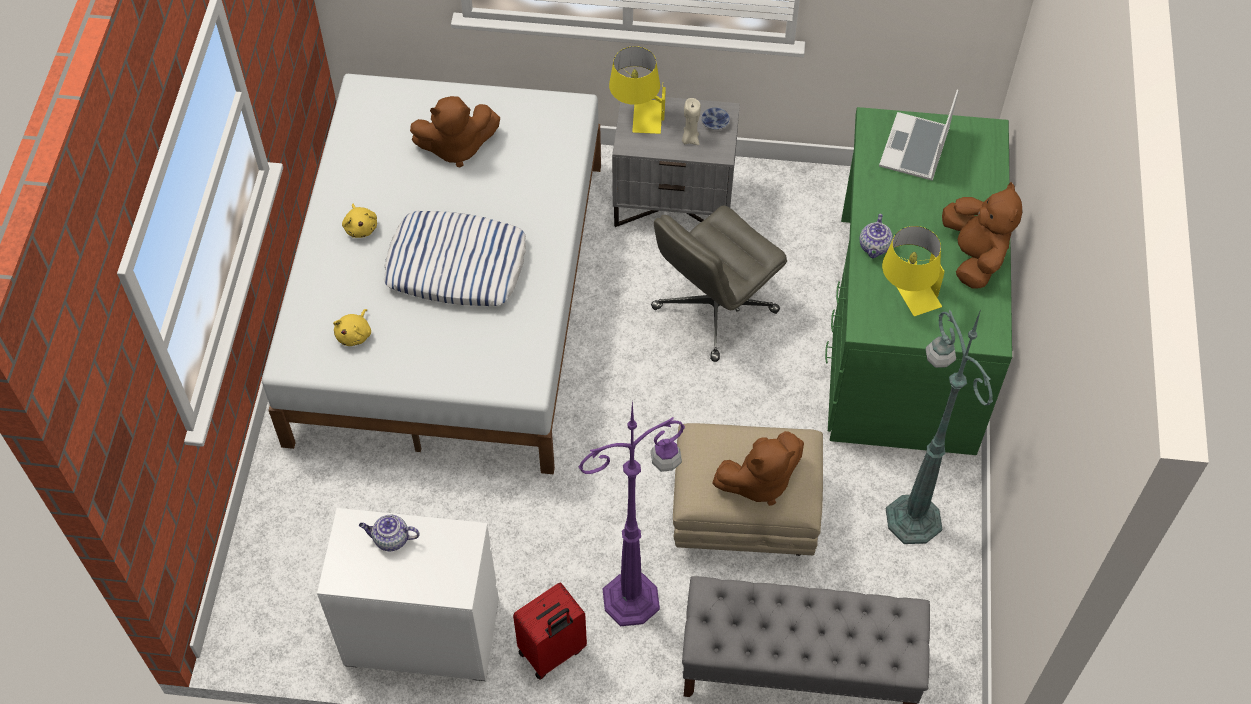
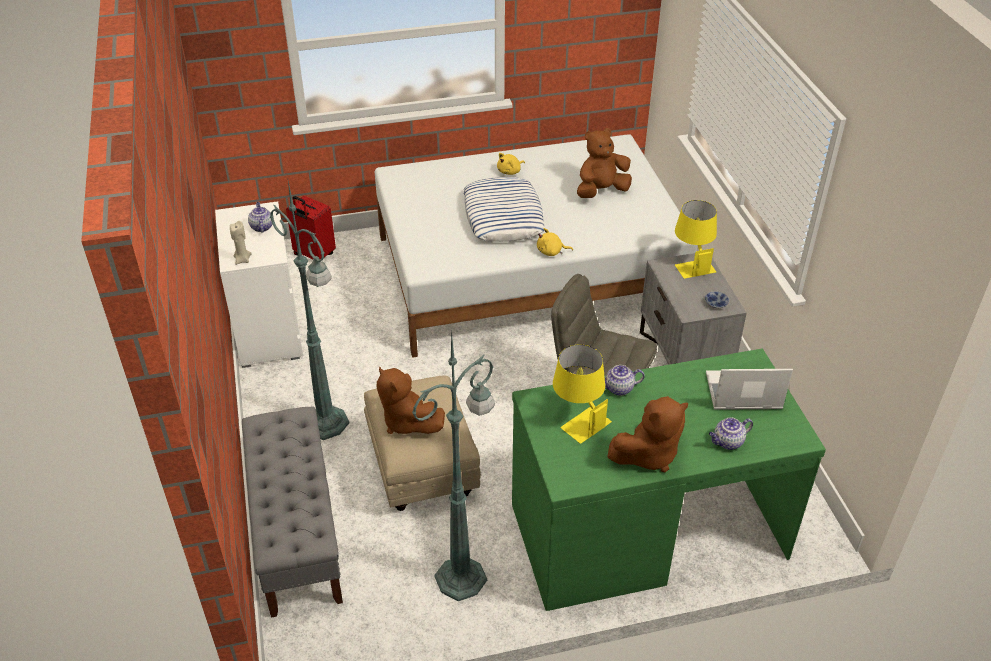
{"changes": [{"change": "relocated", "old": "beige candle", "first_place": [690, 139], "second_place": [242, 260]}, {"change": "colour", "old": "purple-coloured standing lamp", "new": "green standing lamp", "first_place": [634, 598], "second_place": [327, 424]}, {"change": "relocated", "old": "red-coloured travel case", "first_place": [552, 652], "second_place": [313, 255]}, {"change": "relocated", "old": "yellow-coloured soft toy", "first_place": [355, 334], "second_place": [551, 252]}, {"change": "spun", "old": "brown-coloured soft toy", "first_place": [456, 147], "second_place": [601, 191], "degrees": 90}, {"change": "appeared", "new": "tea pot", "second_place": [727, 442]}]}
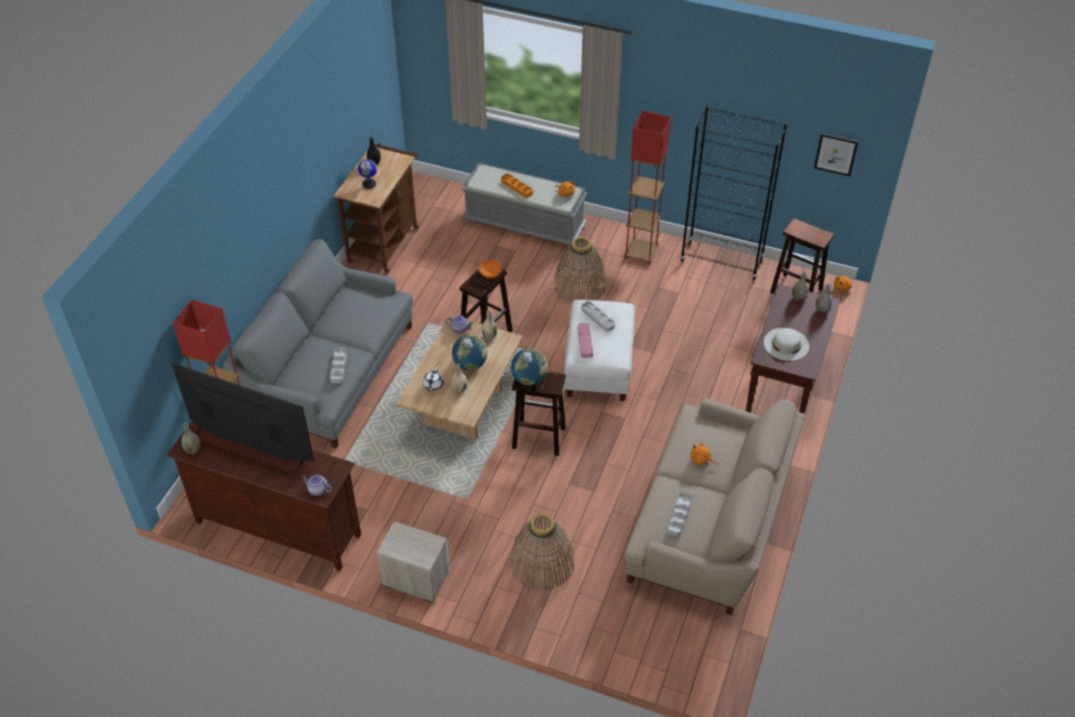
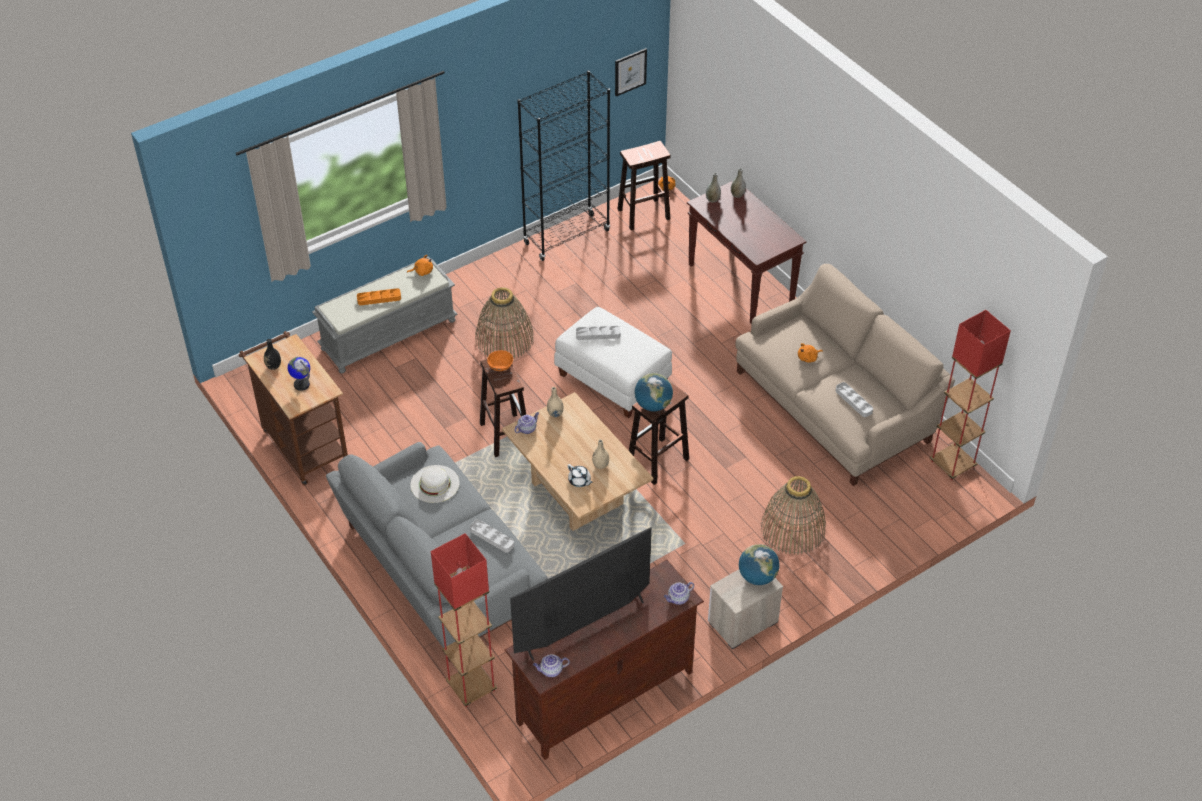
{"changes": [{"change": "relocated", "old": "white-coloured hat", "first_place": [786, 344], "second_place": [434, 484]}, {"change": "exchanged", "old": "gray flower vase", "new": "tea pot", "first_place": [193, 450], "second_place": [551, 671]}, {"change": "relocated", "old": "globe", "first_place": [470, 364], "second_place": [757, 577]}, {"change": "relocated", "old": "red-coloured standing lamp", "first_place": [641, 253], "second_place": [952, 464]}, {"change": "missing", "old": "pinkish serving tray", "first_place": [585, 342]}]}
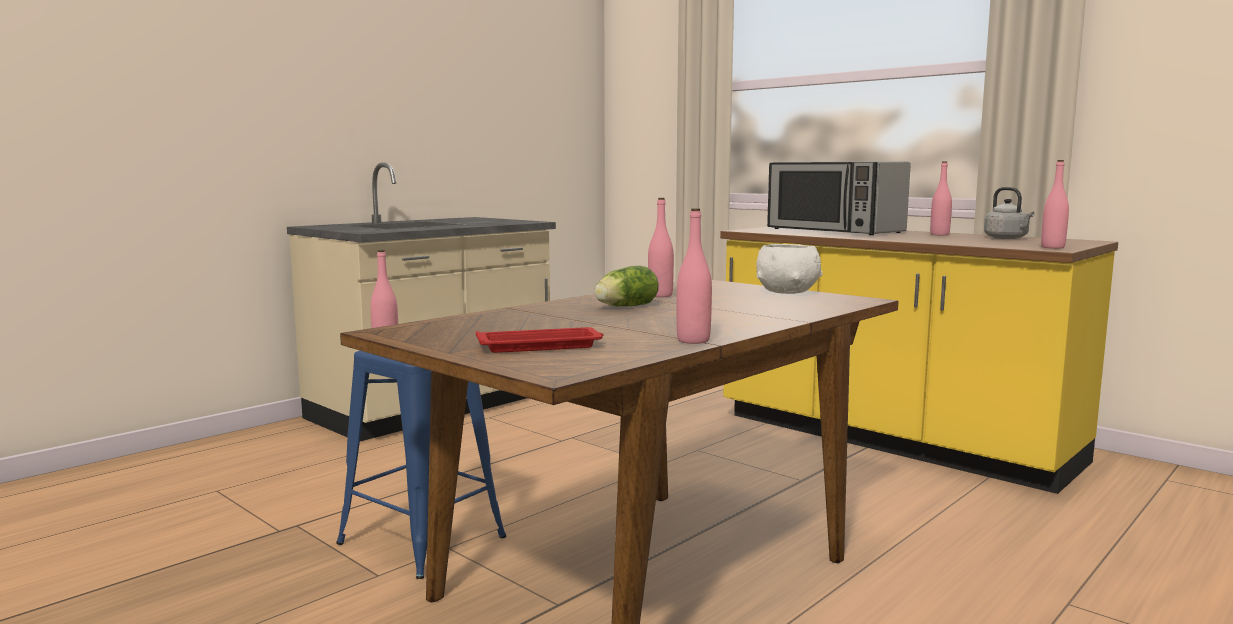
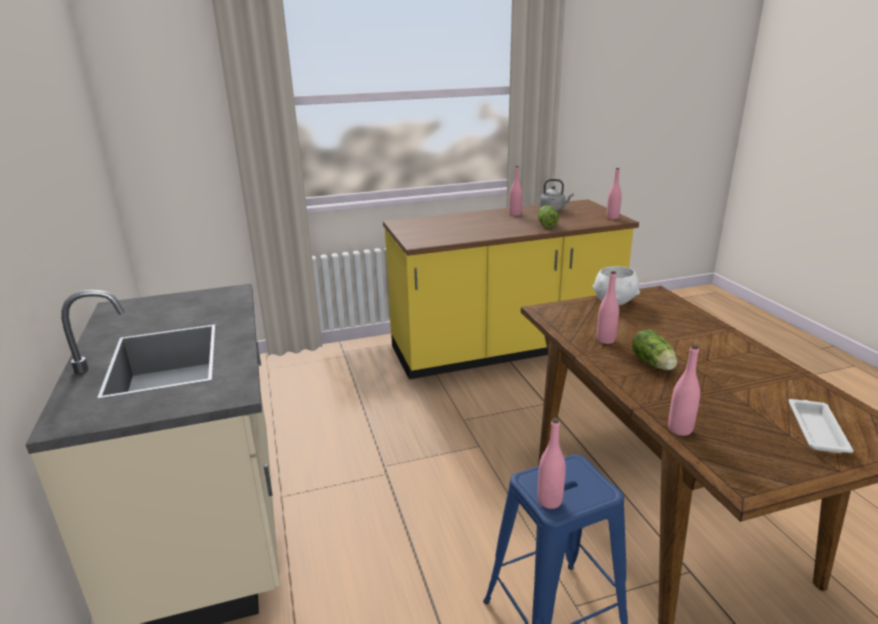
{"changes": [{"change": "appeared", "new": "lettuce head", "second_place": [546, 224]}, {"change": "relocated", "old": "pinkish beverage bottle", "first_place": [693, 340], "second_place": [680, 429]}, {"change": "colour", "old": "red-coloured serving tray", "new": "white-coloured serving tray", "first_place": [541, 346], "second_place": [816, 429]}, {"change": "missing", "old": "kitchen microwave", "first_place": [834, 230]}]}
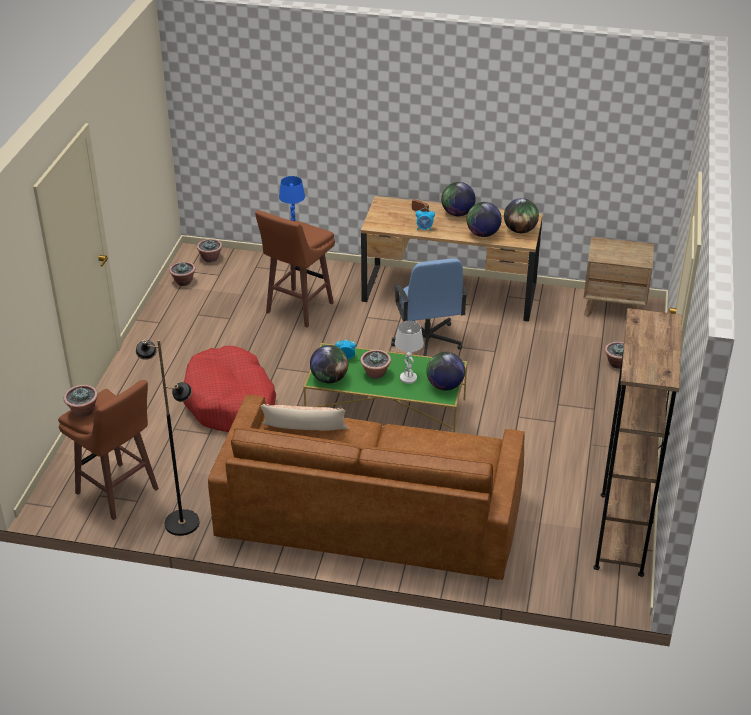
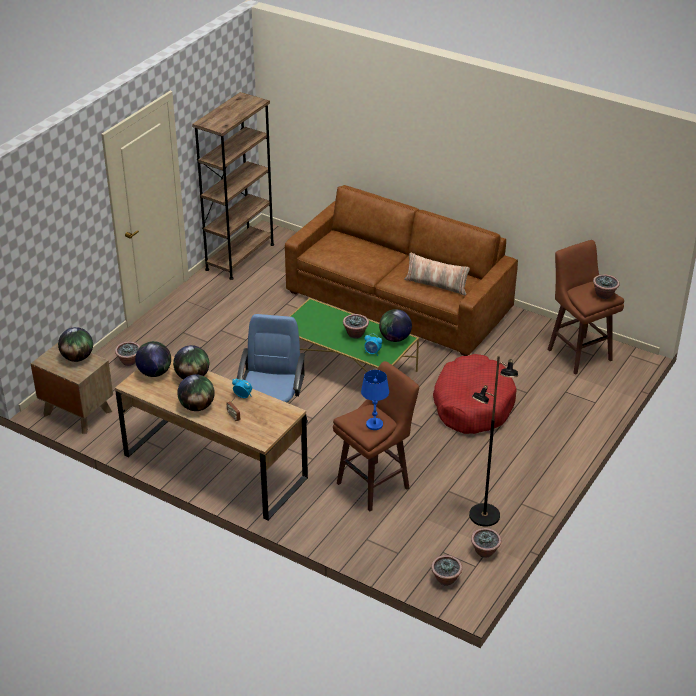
{"changes": [{"change": "relocated", "old": "globe", "first_place": [445, 386], "second_place": [77, 358]}, {"change": "relocated", "old": "black standing lamp", "first_place": [182, 522], "second_place": [484, 516]}, {"change": "missing", "old": "white-coloured tabletop lamp", "first_place": [408, 378]}]}
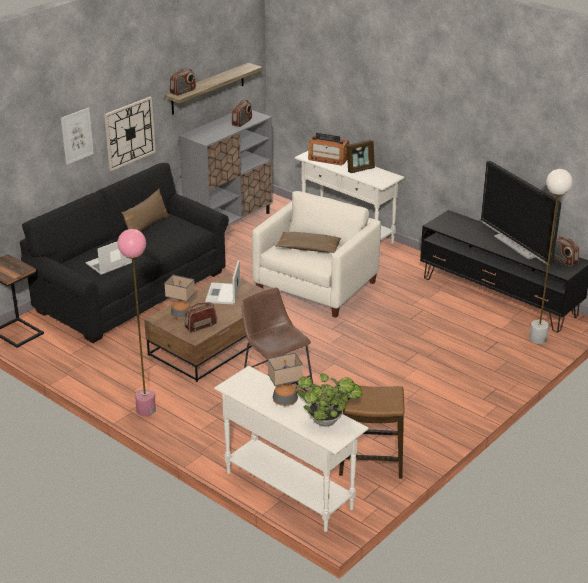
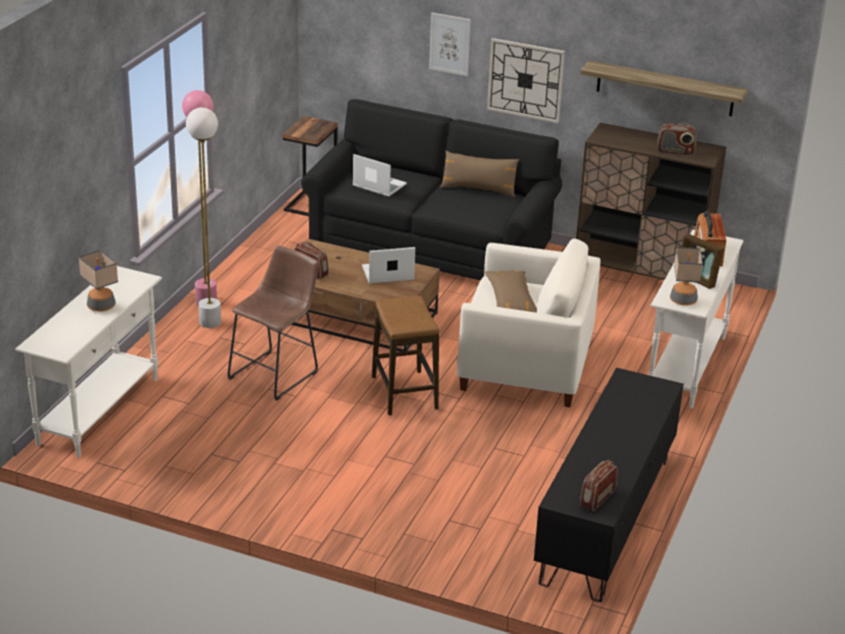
{"changes": [{"change": "relocated", "old": "white-coloured standing lamp", "first_place": [537, 339], "second_place": [210, 322]}, {"change": "relocated", "old": "stool seat", "first_place": [370, 462], "second_place": [404, 393]}, {"change": "colour", "old": "gray storage cabinet", "new": "brown-coloured storage cabinet", "first_place": [229, 223], "second_place": [640, 276]}, {"change": "relocated", "old": "tabletop lamp", "first_place": [181, 314], "second_place": [683, 300]}, {"change": "missing", "old": "radio set", "first_place": [183, 91]}, {"change": "missing", "old": "houseplant", "first_place": [328, 421]}, {"change": "missing", "old": "TV", "first_place": [517, 245]}]}
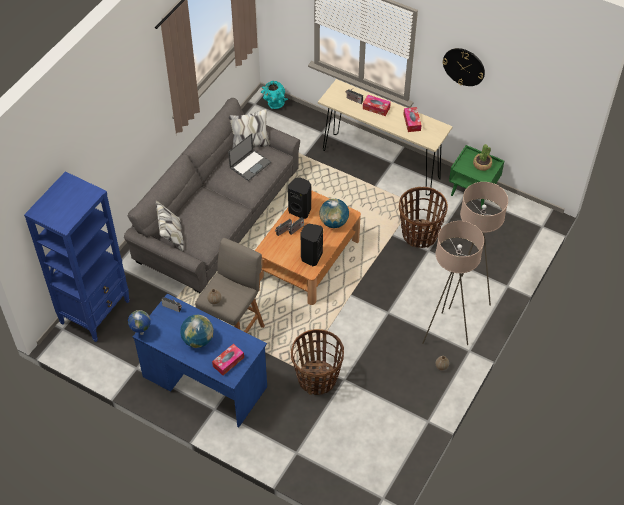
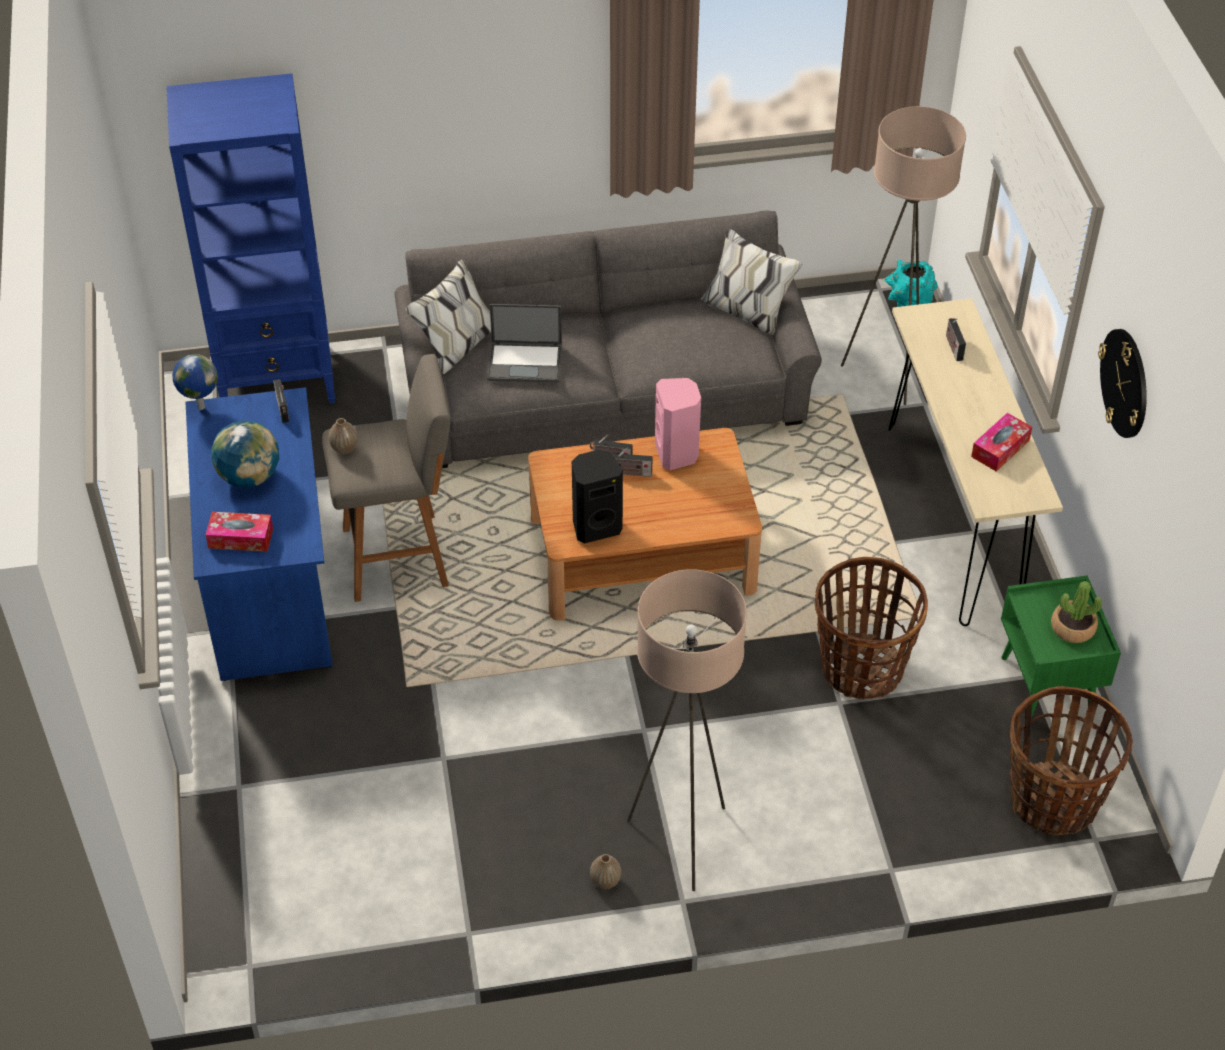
{"changes": [{"change": "relocated", "old": "portable computer", "first_place": [250, 165], "second_place": [526, 362]}, {"change": "colour", "old": "black loudspeaker", "new": "pinkish loudspeaker", "first_place": [300, 210], "second_place": [677, 453]}, {"change": "relocated", "old": "beige standing lamp", "first_place": [467, 296], "second_place": [889, 372]}, {"change": "relocated", "old": "basket", "first_place": [317, 379], "second_place": [1053, 801]}, {"change": "missing", "old": "globe", "first_place": [334, 222]}, {"change": "missing", "old": "tissue box", "first_place": [376, 108]}]}
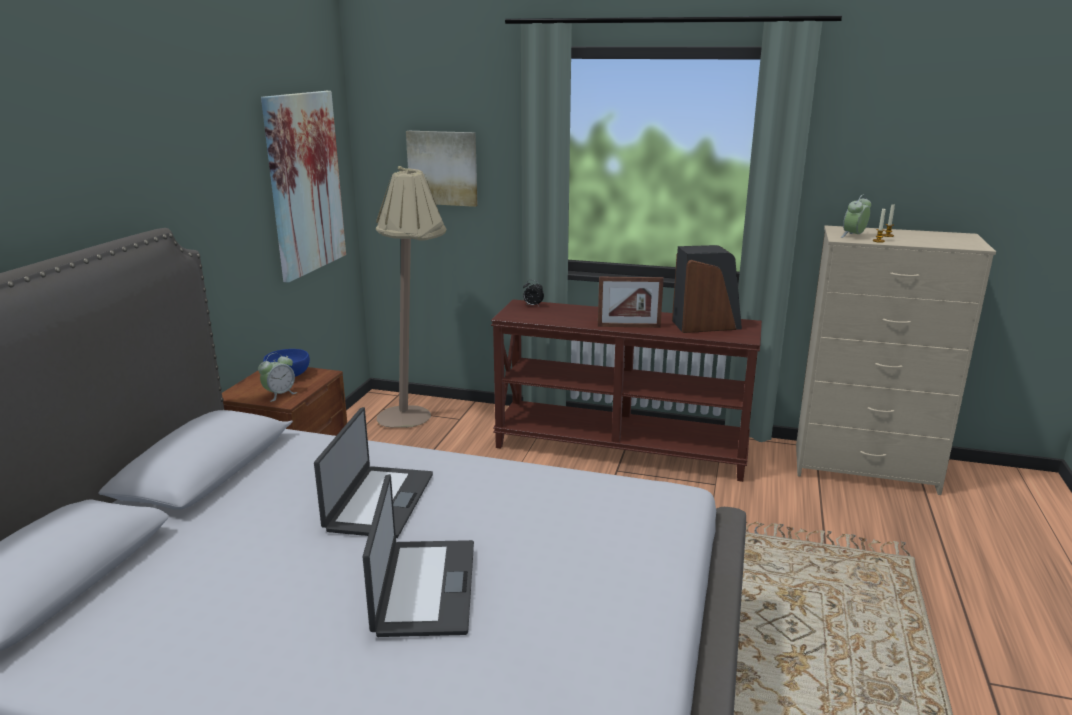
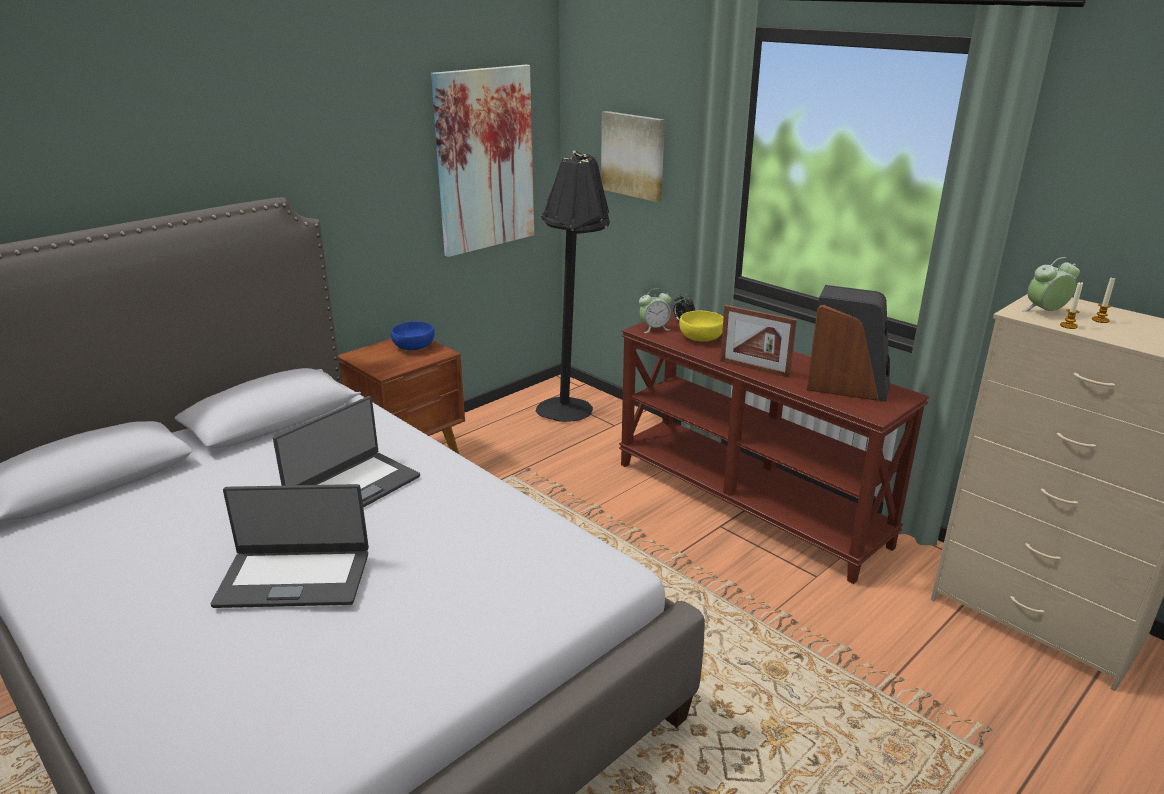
{"changes": [{"change": "spun", "old": "portable computer", "first_place": [423, 587], "second_place": [294, 577], "degrees": 60}, {"change": "colour", "old": "beige standing lamp", "new": "black standing lamp", "first_place": [414, 420], "second_place": [571, 415]}, {"change": "relocated", "old": "table clock", "first_place": [279, 395], "second_place": [654, 328]}, {"change": "appeared", "new": "yellow-coloured bowl", "second_place": [700, 337]}]}
